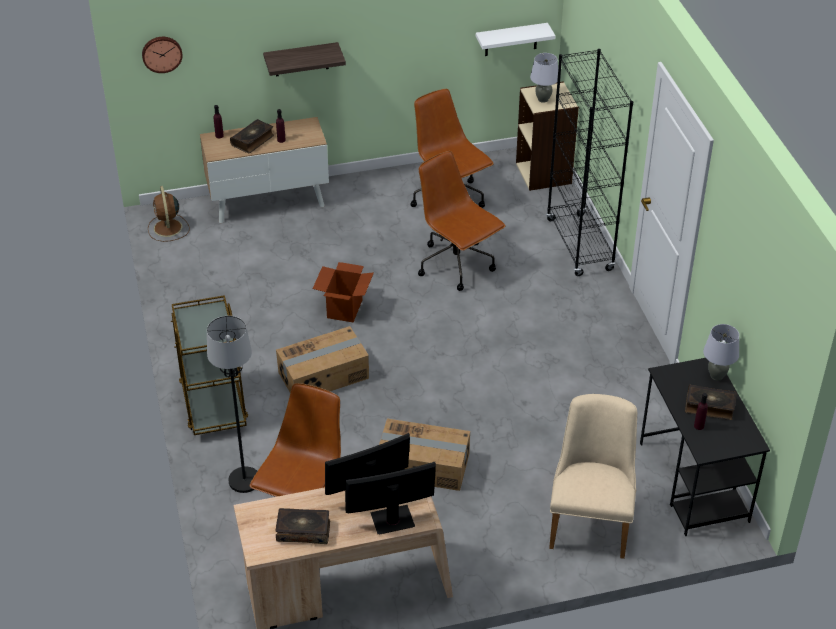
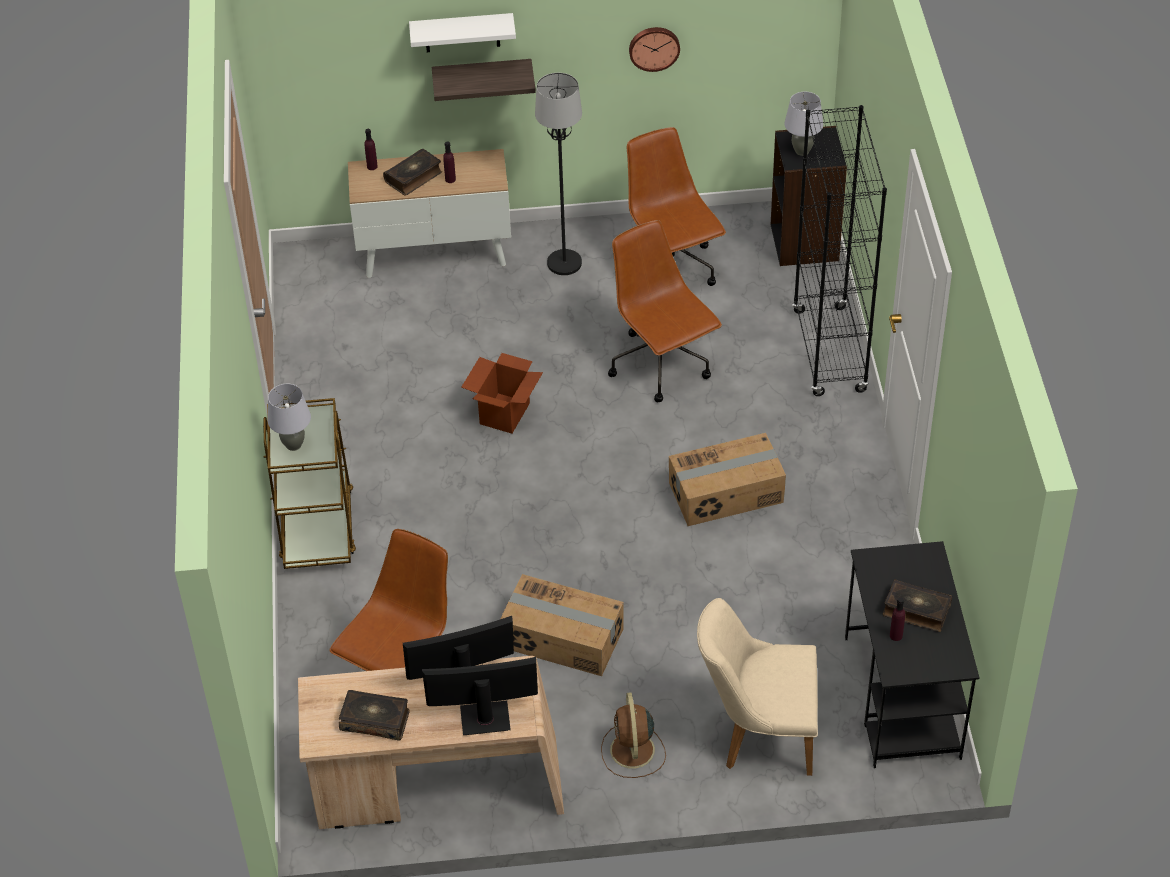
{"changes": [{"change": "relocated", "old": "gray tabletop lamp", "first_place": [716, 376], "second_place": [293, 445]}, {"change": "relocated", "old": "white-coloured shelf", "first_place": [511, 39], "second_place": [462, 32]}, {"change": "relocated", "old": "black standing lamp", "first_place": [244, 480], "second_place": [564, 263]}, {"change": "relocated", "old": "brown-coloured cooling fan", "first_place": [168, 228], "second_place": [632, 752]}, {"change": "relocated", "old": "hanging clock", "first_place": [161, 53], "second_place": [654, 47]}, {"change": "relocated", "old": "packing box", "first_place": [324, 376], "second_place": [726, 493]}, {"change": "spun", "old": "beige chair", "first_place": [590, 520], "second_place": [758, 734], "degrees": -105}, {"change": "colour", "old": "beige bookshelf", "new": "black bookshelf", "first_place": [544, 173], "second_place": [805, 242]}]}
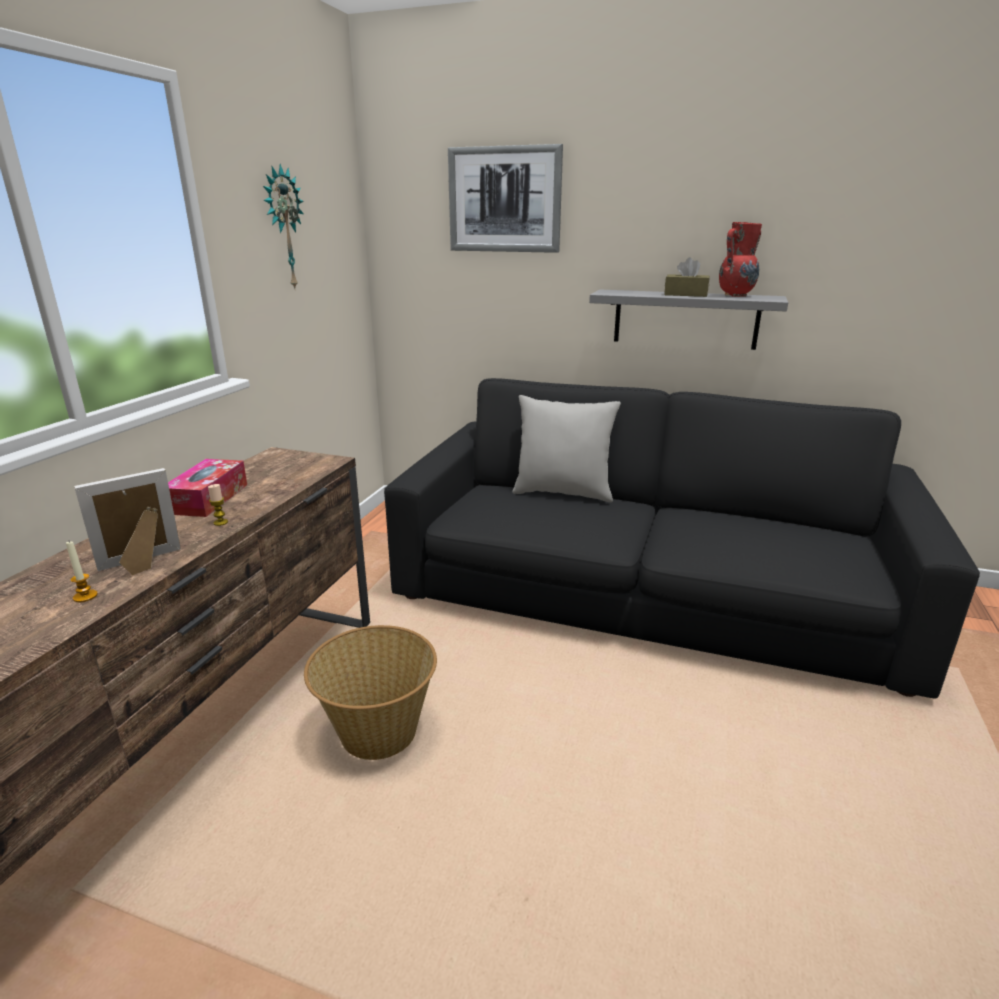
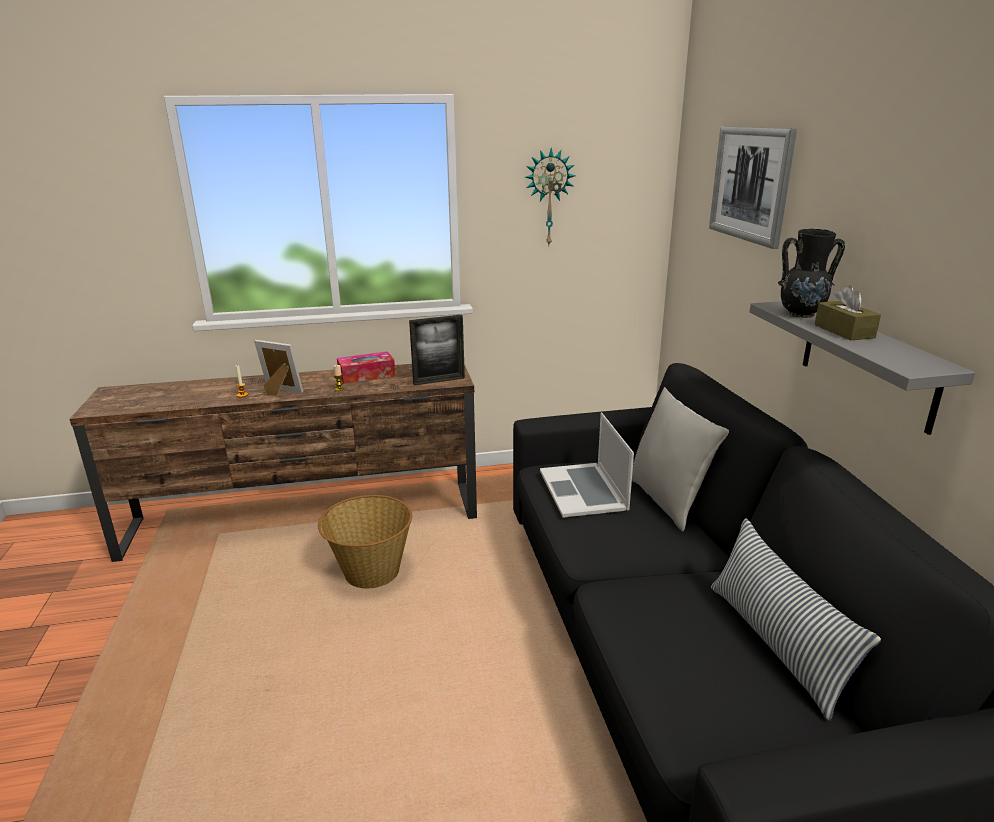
{"changes": [{"change": "appeared", "new": "picture frame", "second_place": [439, 381]}, {"change": "appeared", "new": "portable computer", "second_place": [583, 489]}, {"change": "appeared", "new": "cushion", "second_place": [775, 643]}, {"change": "appeared", "new": "black flower vase", "second_place": [802, 315]}, {"change": "missing", "old": "red-coloured flower vase", "first_place": [736, 296]}]}
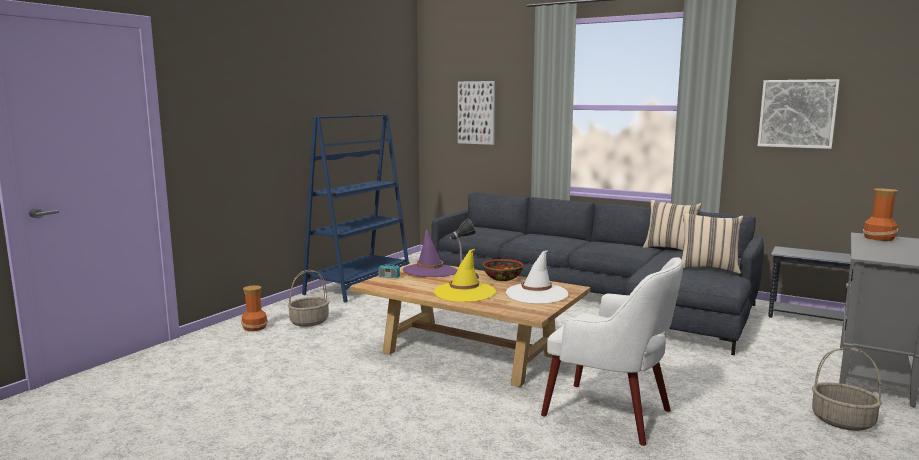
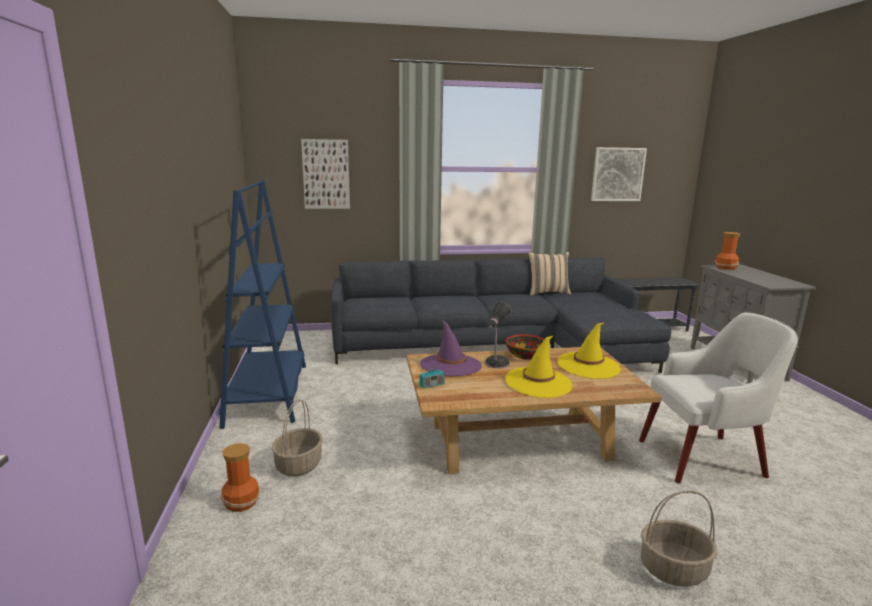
{"changes": [{"change": "colour", "old": "white-coloured hat", "new": "yellow-coloured hat", "first_place": [536, 294], "second_place": [588, 366]}, {"change": "relocated", "old": "basket", "first_place": [842, 421], "second_place": [673, 569]}, {"change": "missing", "old": "beige cushion", "first_place": [708, 268]}]}
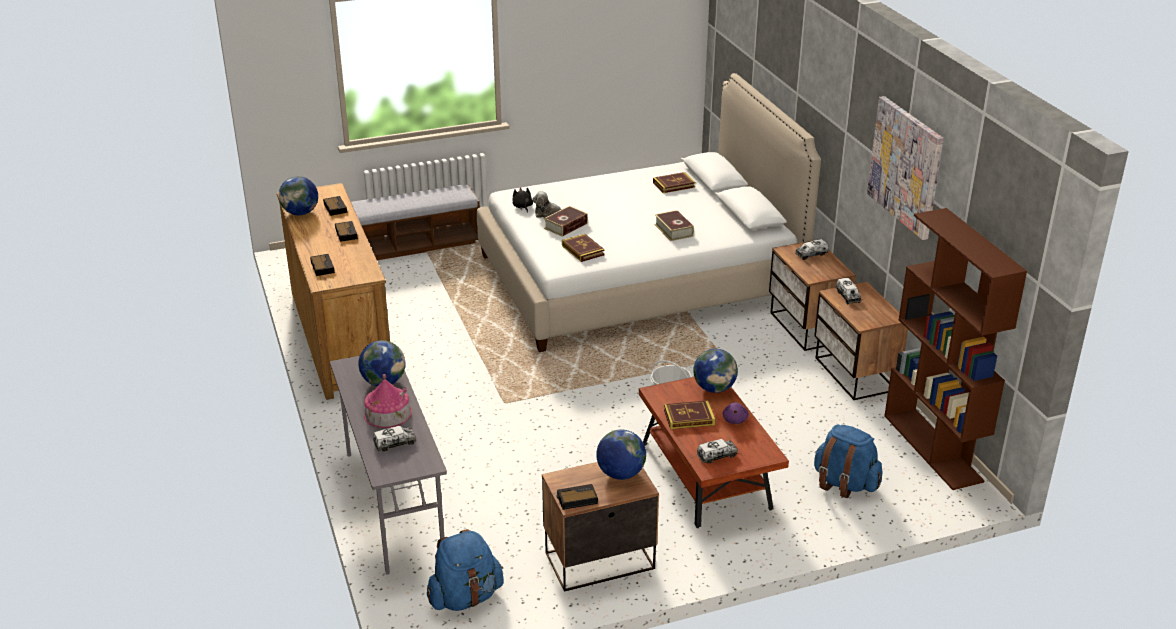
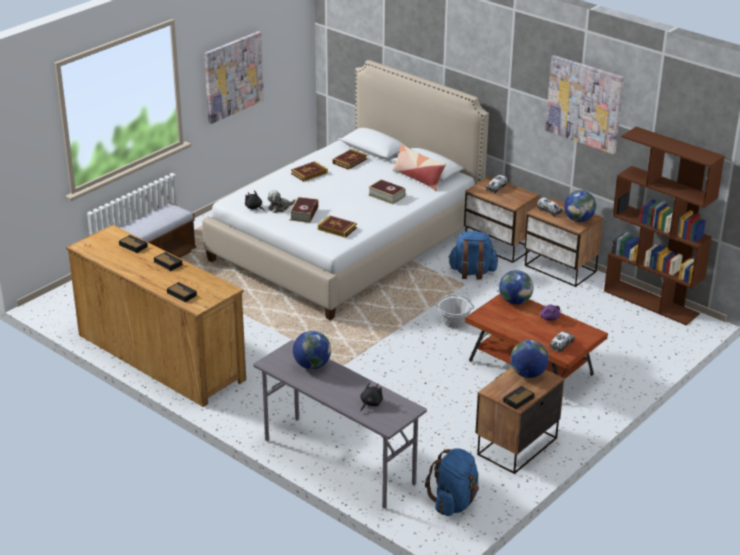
{"changes": [{"change": "appeared", "new": "wall art", "second_place": [233, 76]}, {"change": "relocated", "old": "volume", "first_place": [689, 417], "second_place": [309, 173]}, {"change": "exchanged", "old": "toy truck", "new": "black soft toy", "first_place": [394, 443], "second_place": [370, 403]}, {"change": "appeared", "new": "cushion", "second_place": [418, 178]}, {"change": "relocated", "old": "blue-coloured knapsack", "first_place": [844, 484], "second_place": [472, 272]}, {"change": "relocated", "old": "globe", "first_place": [300, 213], "second_place": [578, 219]}, {"change": "missing", "old": "toy house", "first_place": [387, 413]}]}
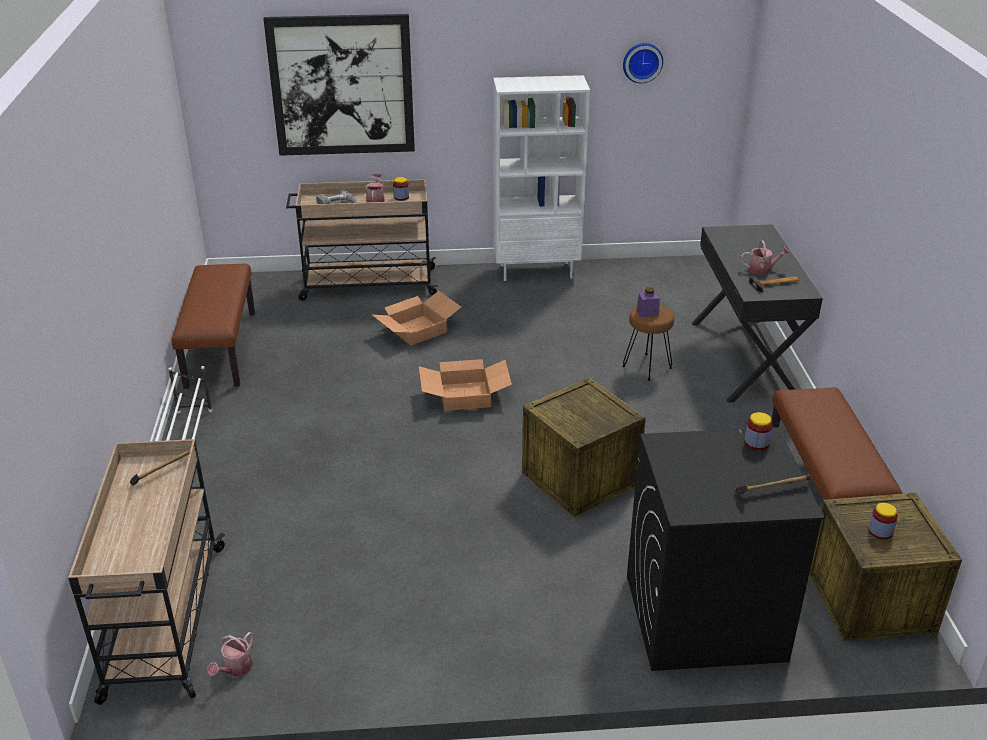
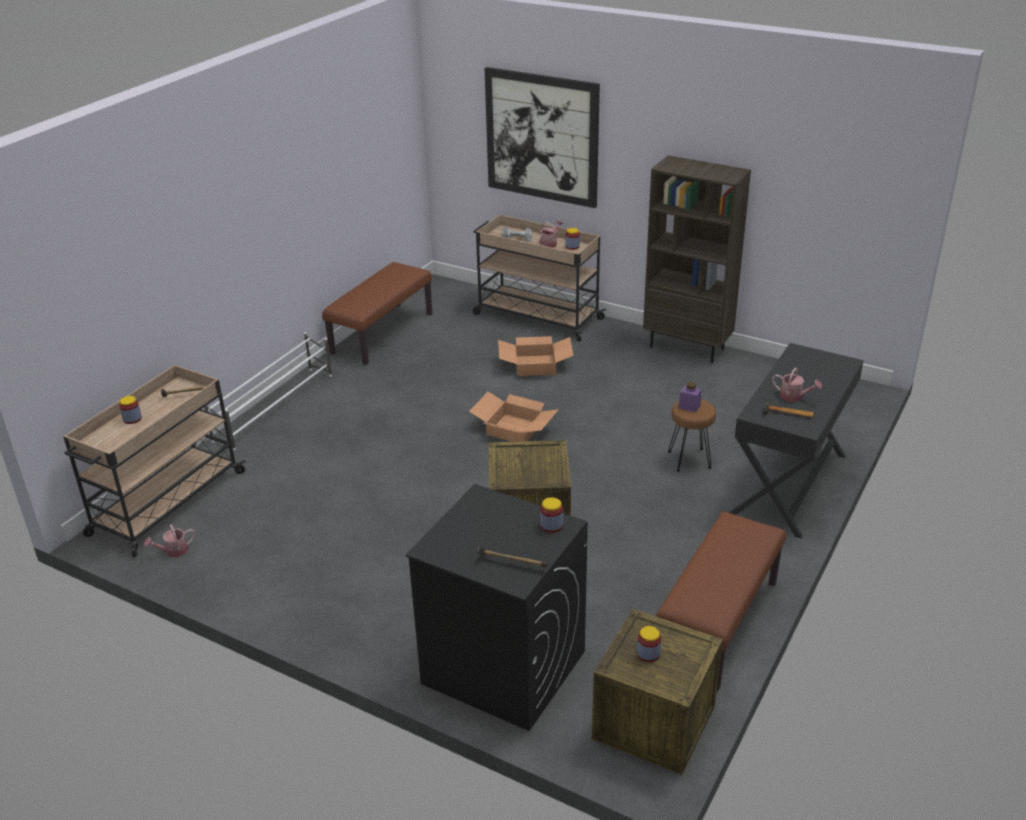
{"changes": [{"change": "appeared", "new": "jar", "second_place": [132, 419]}, {"change": "colour", "old": "white-coloured bookshelf", "new": "brown-coloured bookshelf", "first_place": [536, 271], "second_place": [687, 347]}, {"change": "missing", "old": "hanging clock", "first_place": [642, 62]}]}
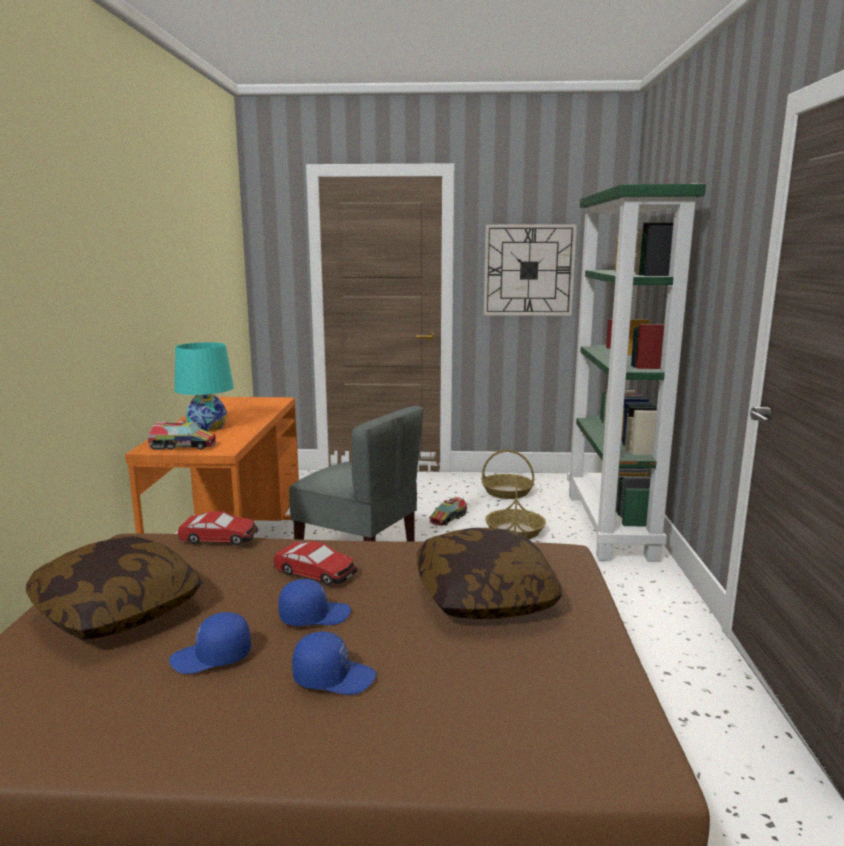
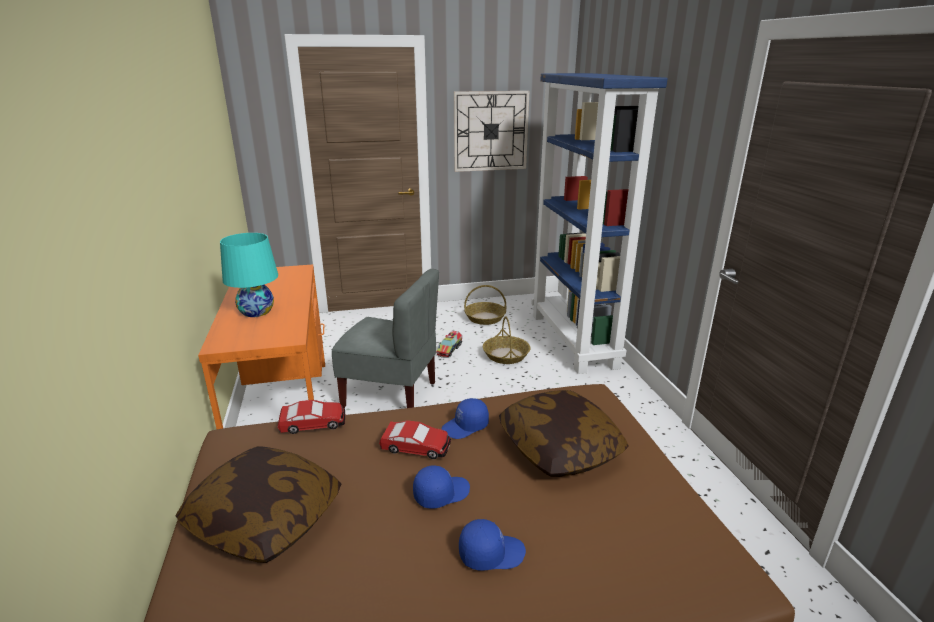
{"changes": [{"change": "relocated", "old": "blue-coloured cap", "first_place": [212, 657], "second_place": [465, 427]}, {"change": "colour", "old": "green bookshelf", "new": "blue-coloured bookshelf", "first_place": [611, 525], "second_place": [574, 340]}, {"change": "missing", "old": "toy truck", "first_place": [183, 446]}]}
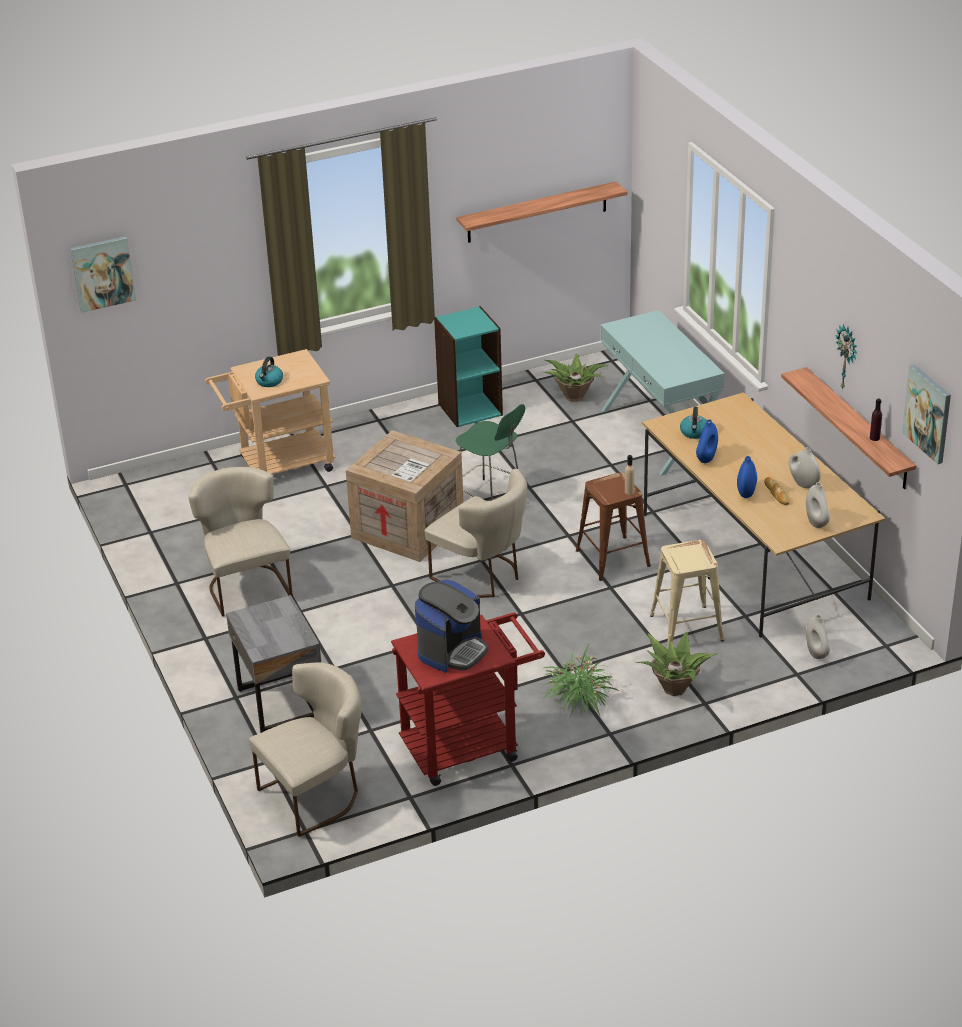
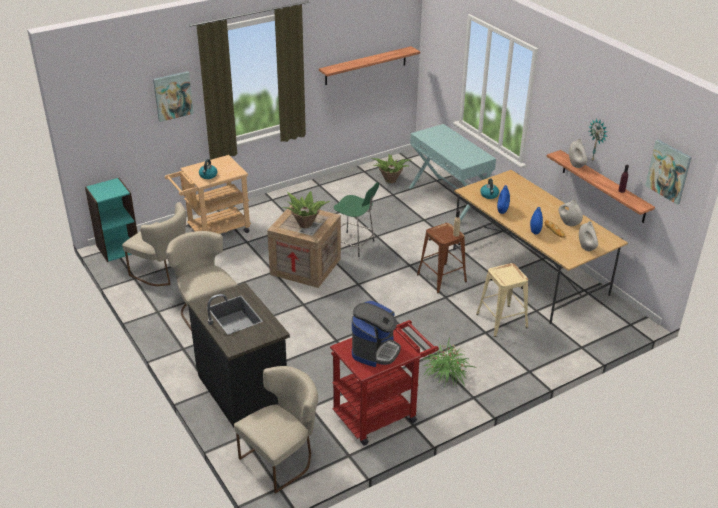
{"changes": [{"change": "relocated", "old": "blue-green bookshelf", "first_place": [470, 409], "second_place": [118, 248]}, {"change": "relocated", "old": "beige chair", "first_place": [482, 576], "second_place": [163, 272]}, {"change": "relocated", "old": "wall art", "first_place": [102, 273], "second_place": [173, 96]}, {"change": "exchanged", "old": "gray night table", "new": "black kitchen counter", "first_place": [281, 703], "second_place": [244, 392]}, {"change": "relocated", "old": "houseplant", "first_place": [675, 687], "second_place": [305, 224]}, {"change": "relocated", "old": "white-coloured flower vase", "first_place": [817, 653], "second_place": [576, 165]}]}
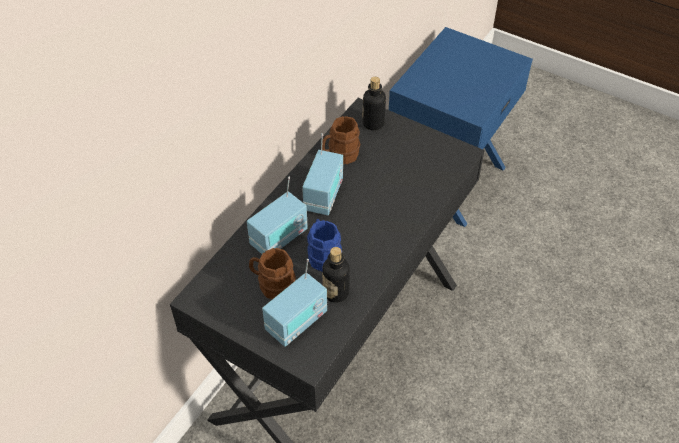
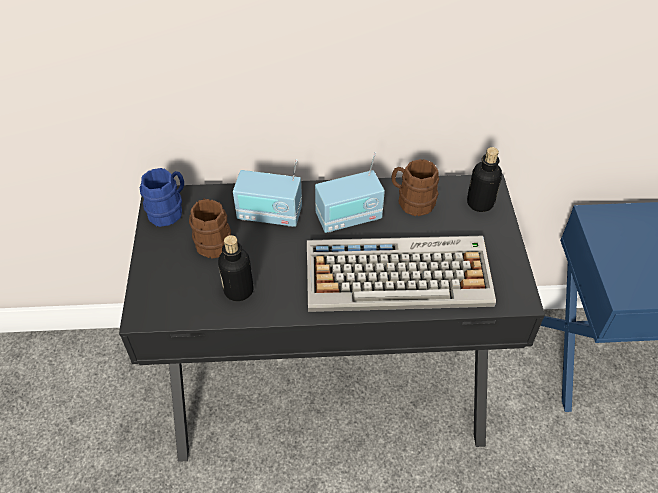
{"changes": [{"change": "relocated", "old": "blue-coloured coffee mug", "first_place": [323, 255], "second_place": [169, 210]}, {"change": "appeared", "new": "computer keyboard", "second_place": [399, 274]}, {"change": "missing", "old": "radio set", "first_place": [297, 322]}]}
